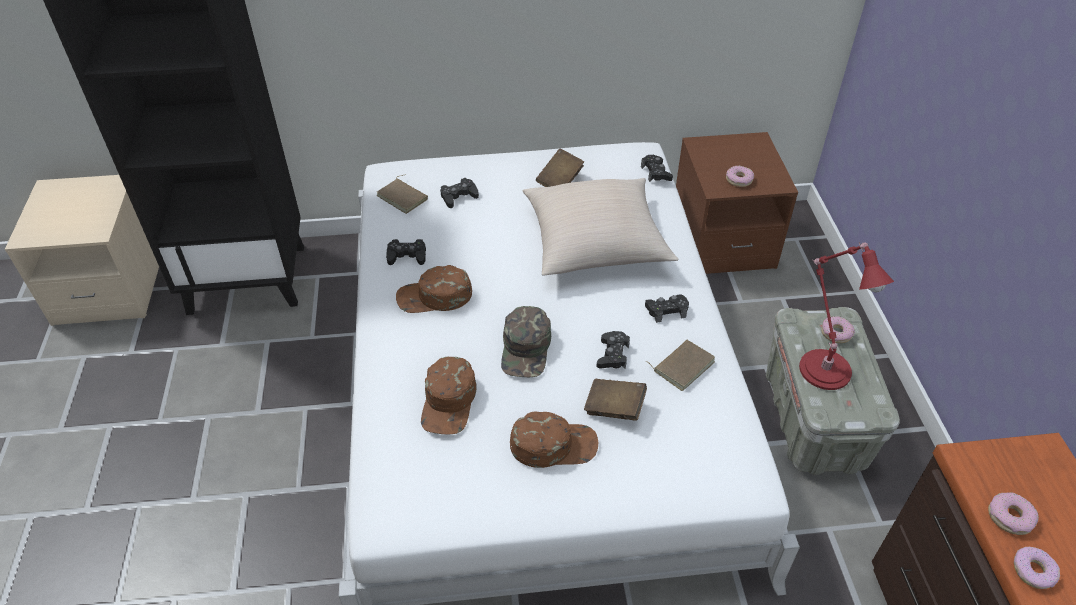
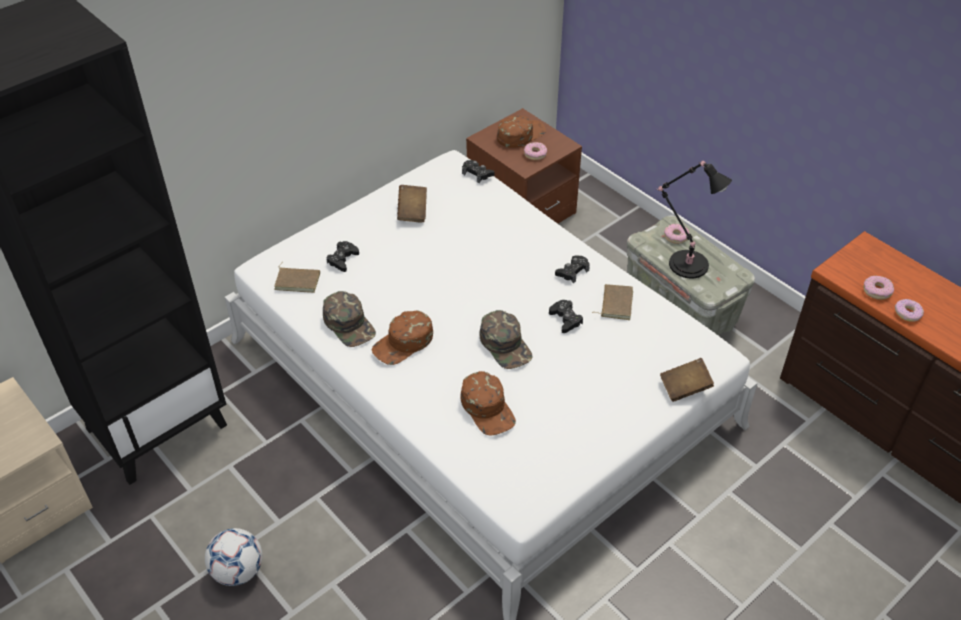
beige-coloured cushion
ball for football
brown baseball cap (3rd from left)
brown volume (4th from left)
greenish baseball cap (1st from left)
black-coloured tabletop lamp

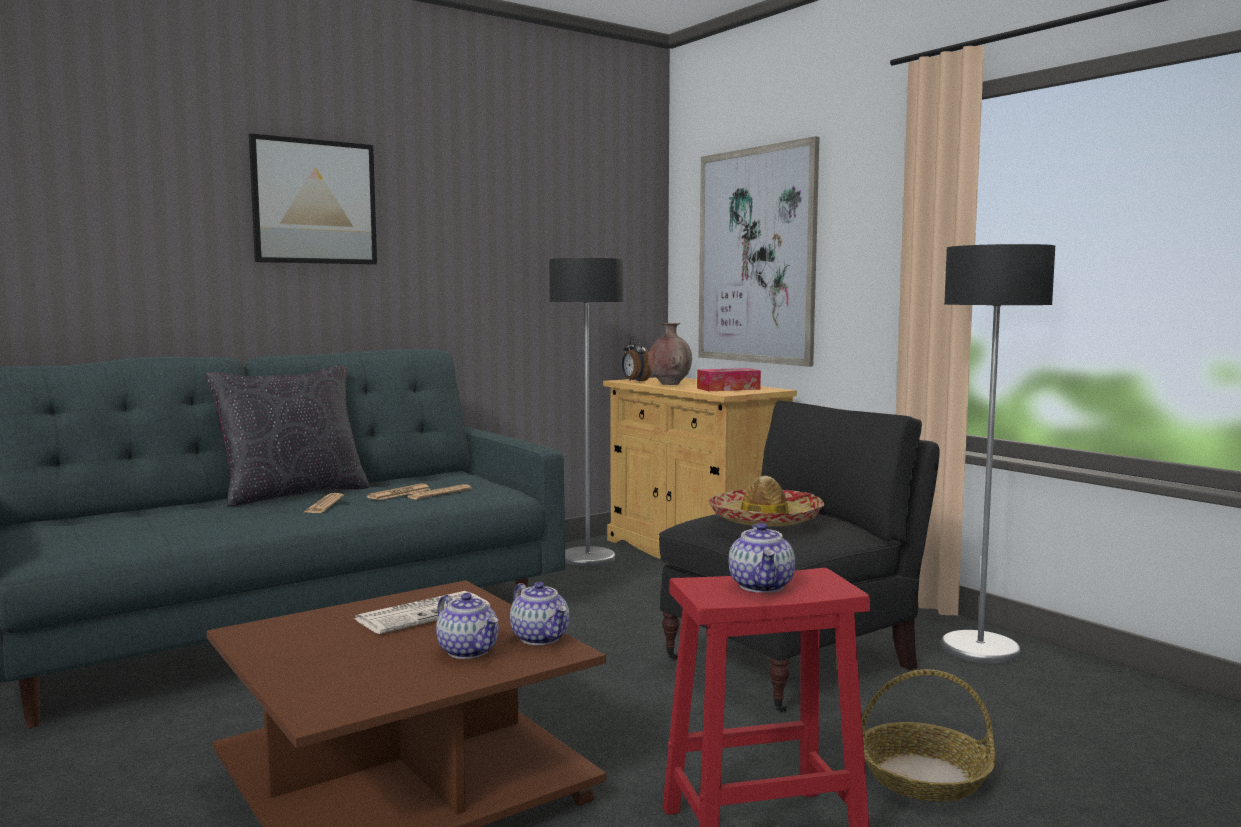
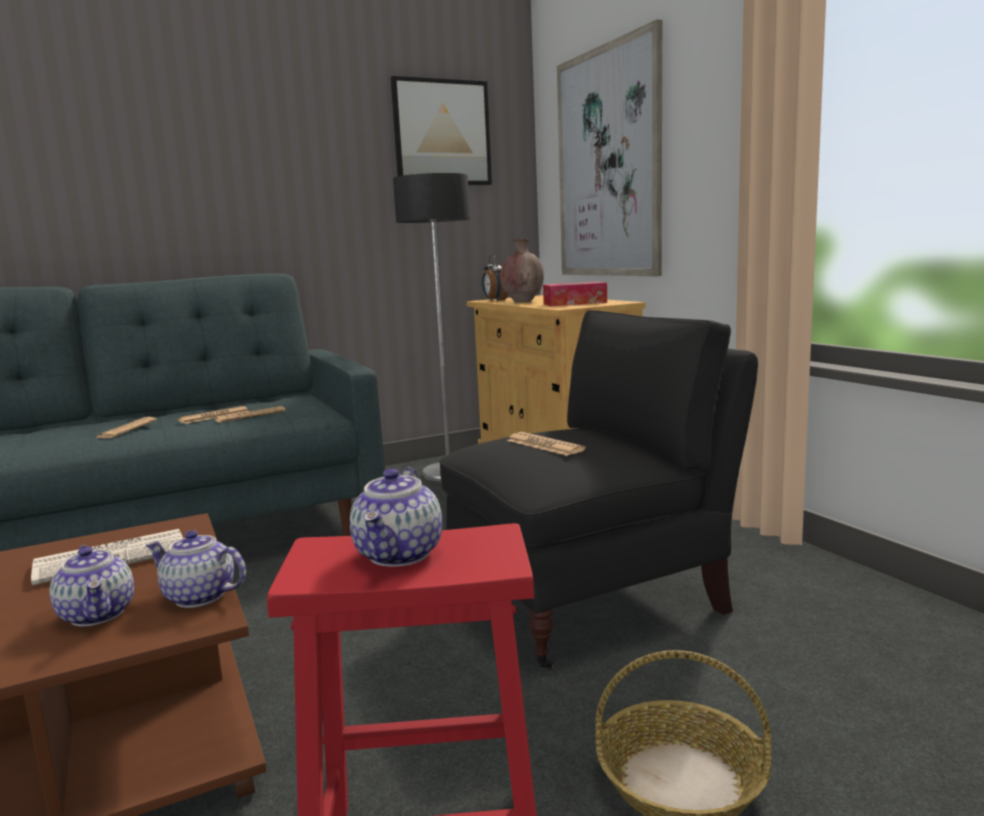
black-coloured cushion
standard lamp (2nd from left in the first image)
picture (1st from left)
printed paper (5th from left)
pot for tea (2nd from left)

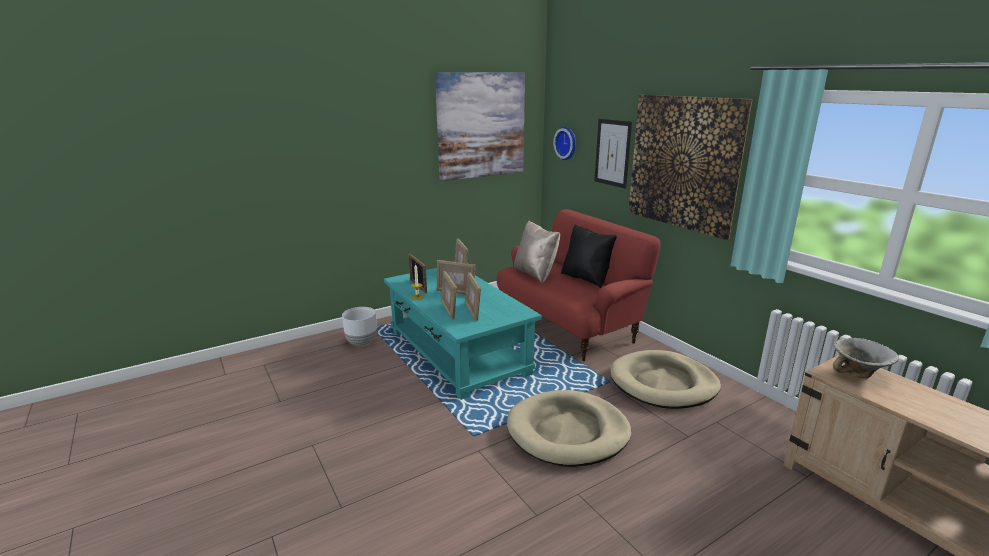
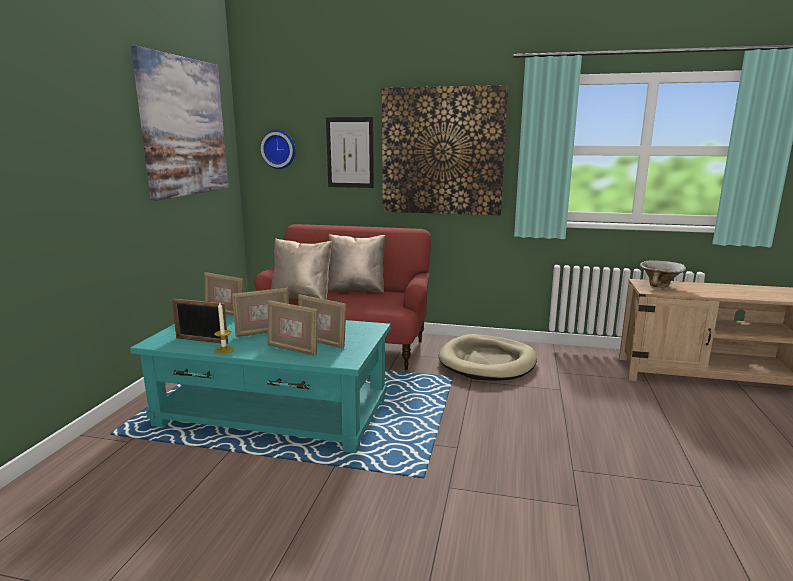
whitish flower pot
beige-coloured dog bed (1st from left in the first image)
beige-coloured cushion (2nd from left)

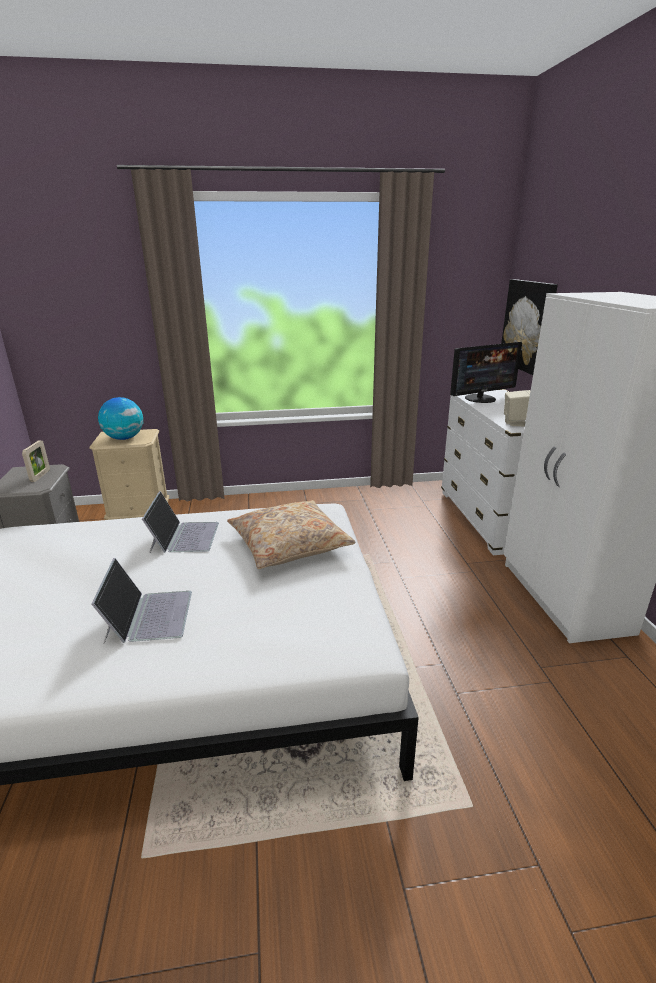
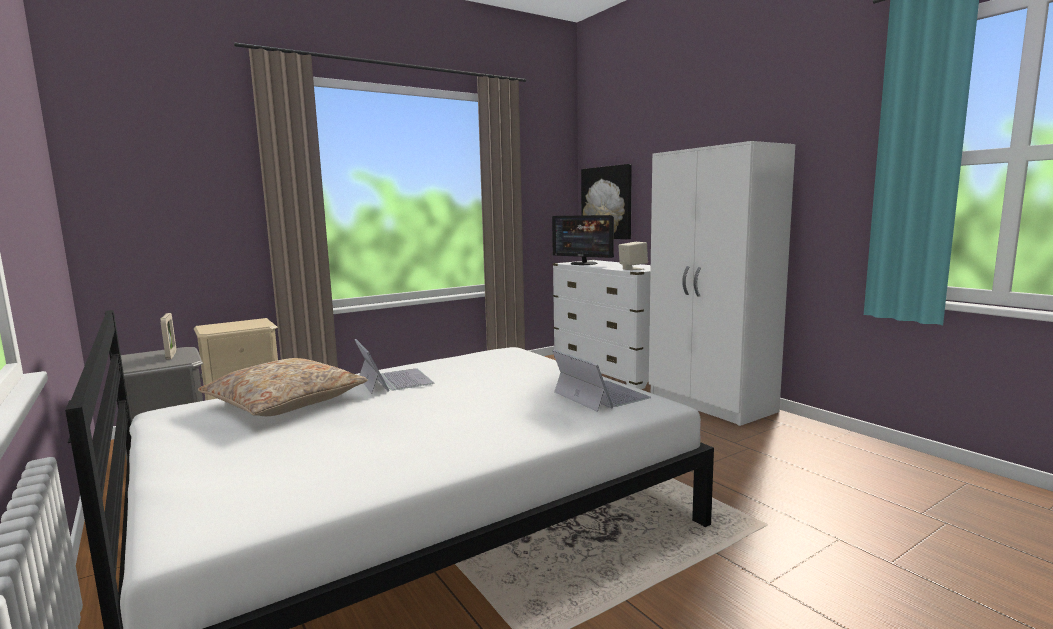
globe
portable computer (2nd from left)
beige-coloured cushion
computer screen

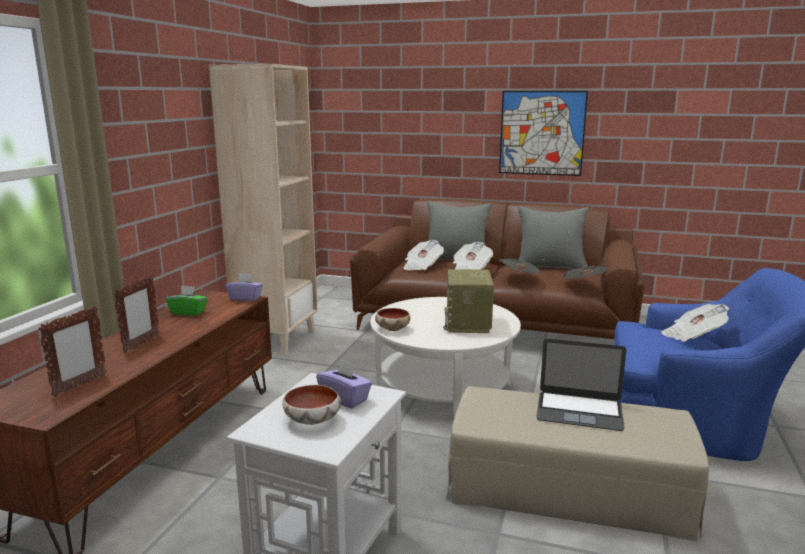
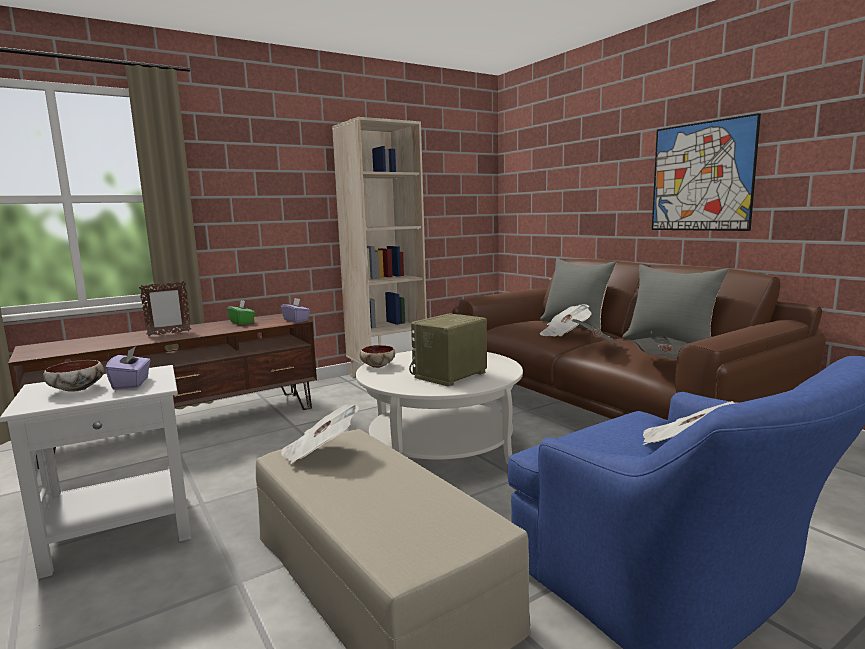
standing frame (1st from left in the first image)
portable computer
printed paper (1st from left)

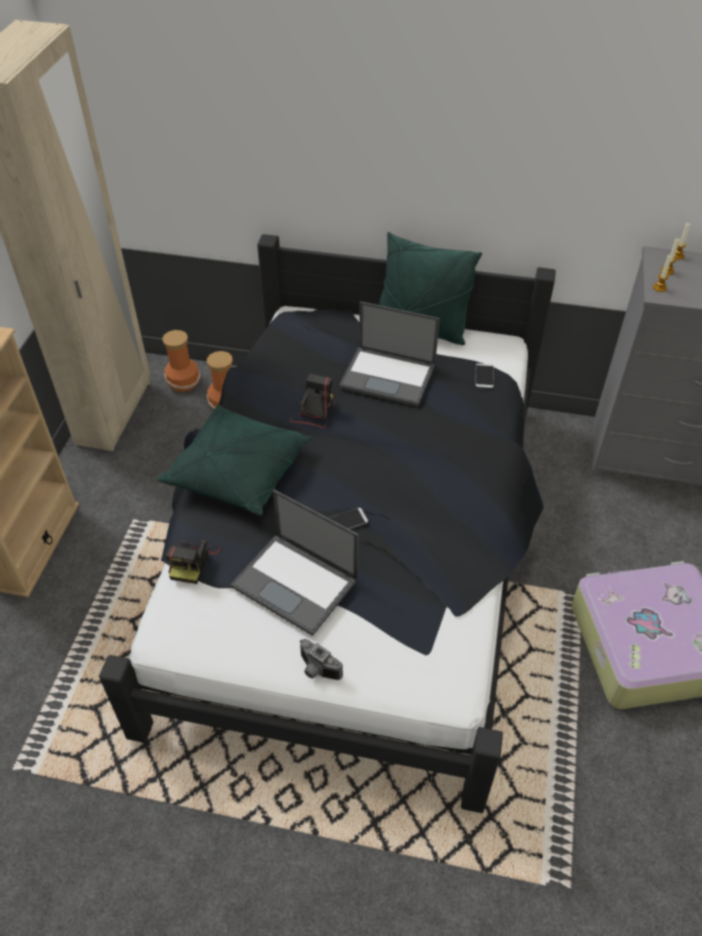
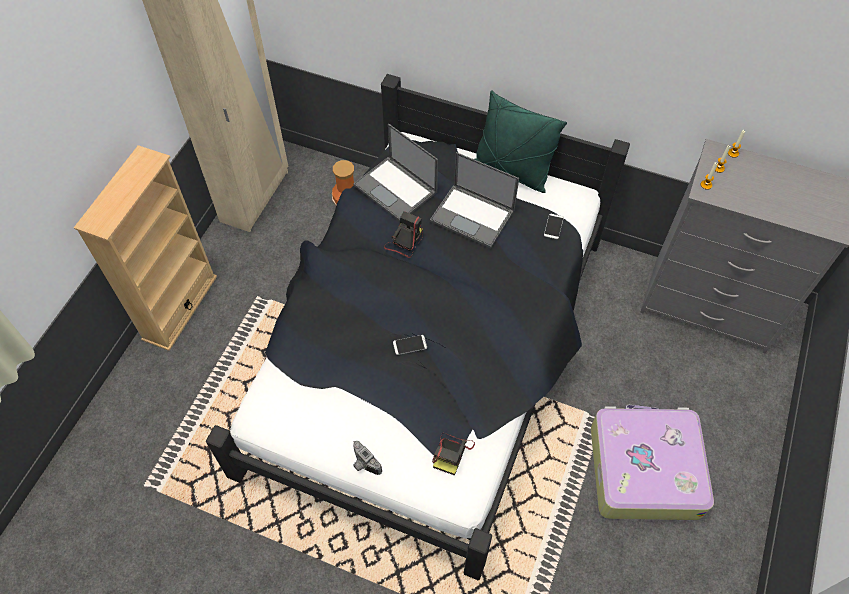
greenish cushion (1st from left in the first image)
flower vase (1st from left in the first image)
still camera (3rd from left)
portable computer (1st from left)

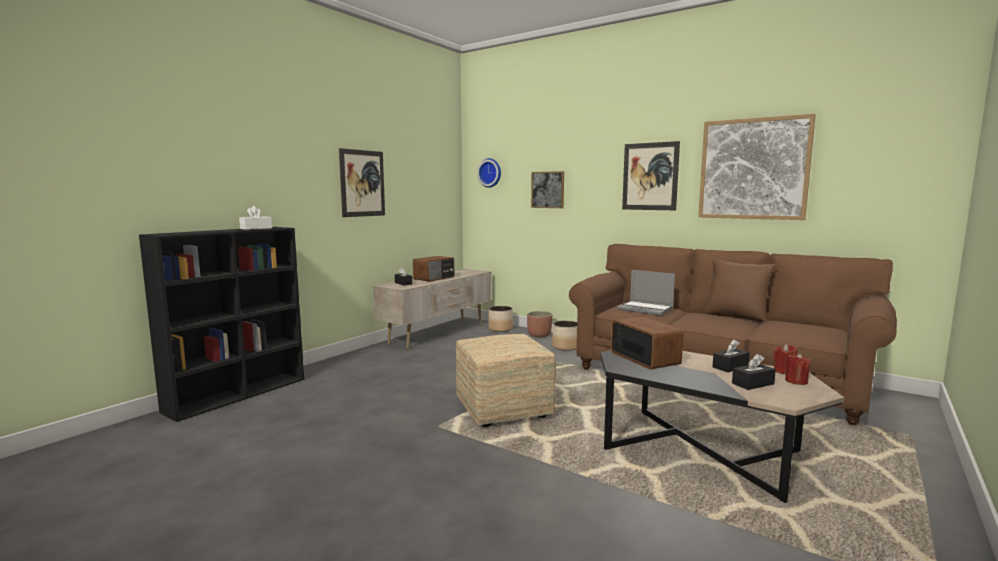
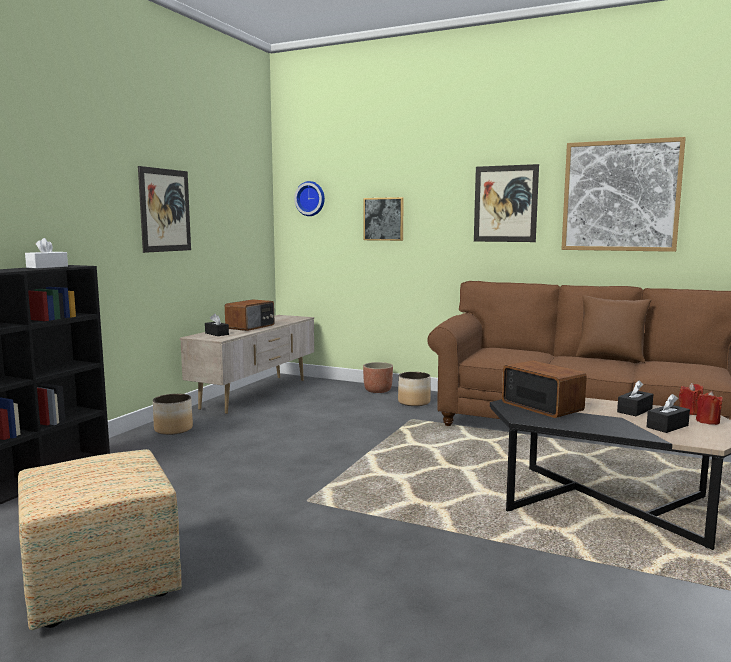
portable computer
footrest
flower pot (1st from left)

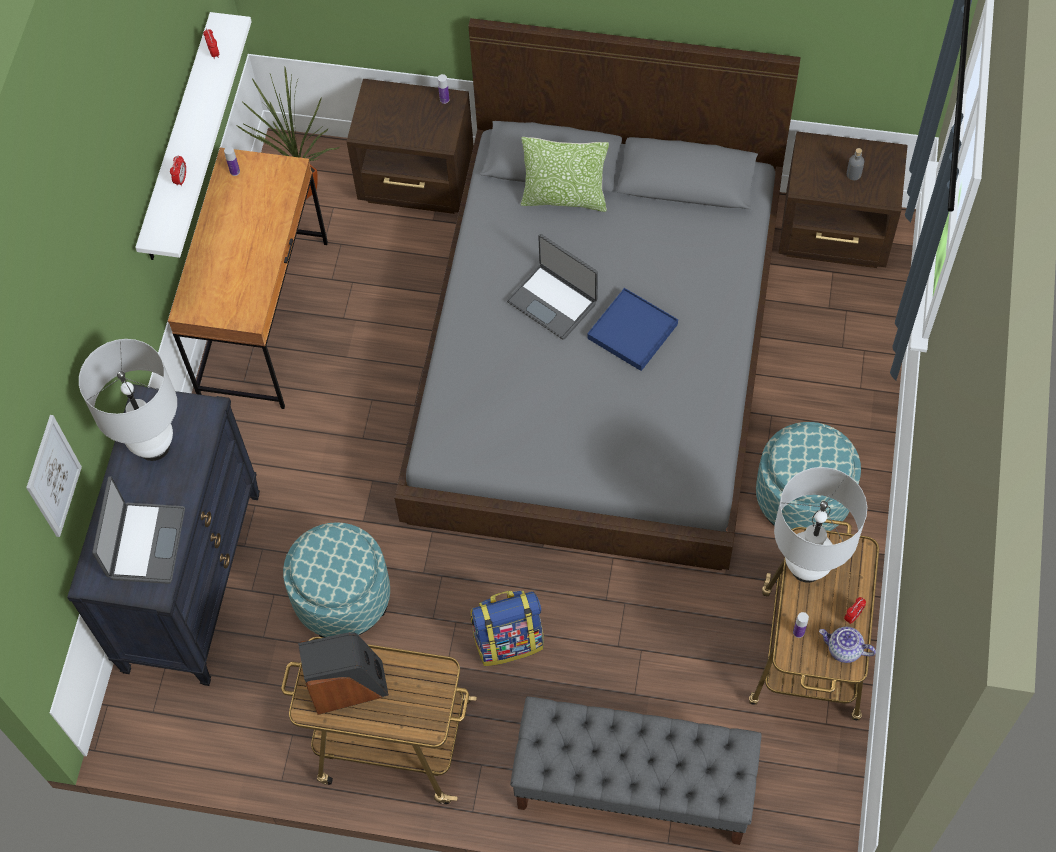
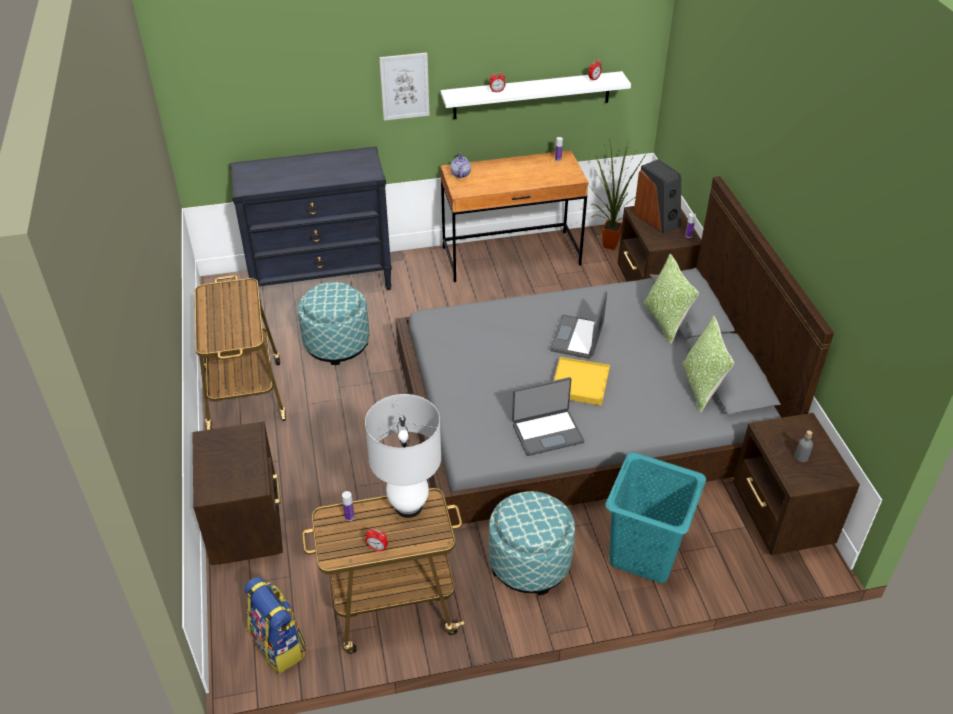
whitish tabletop lamp (1st from left in the first image)
turquoise washing basket
cushion (2nd from left)
picture
portable computer (1st from left)
speaker
rucksack
pot for tea
brown bedside table (1st from left)
yellow carrying tray

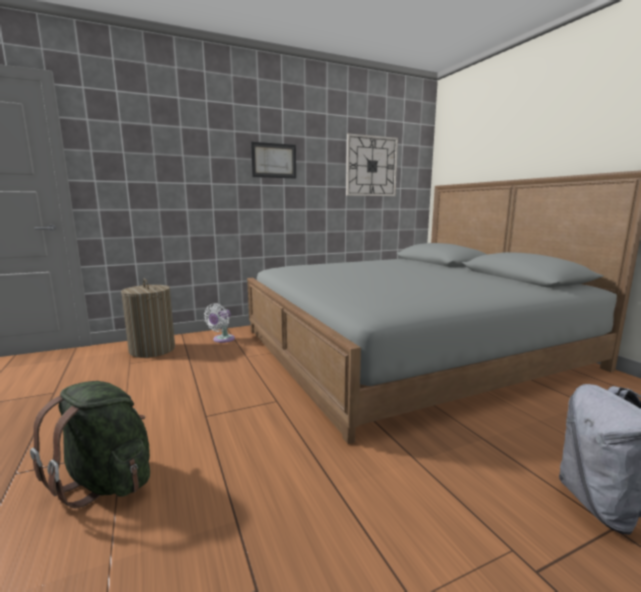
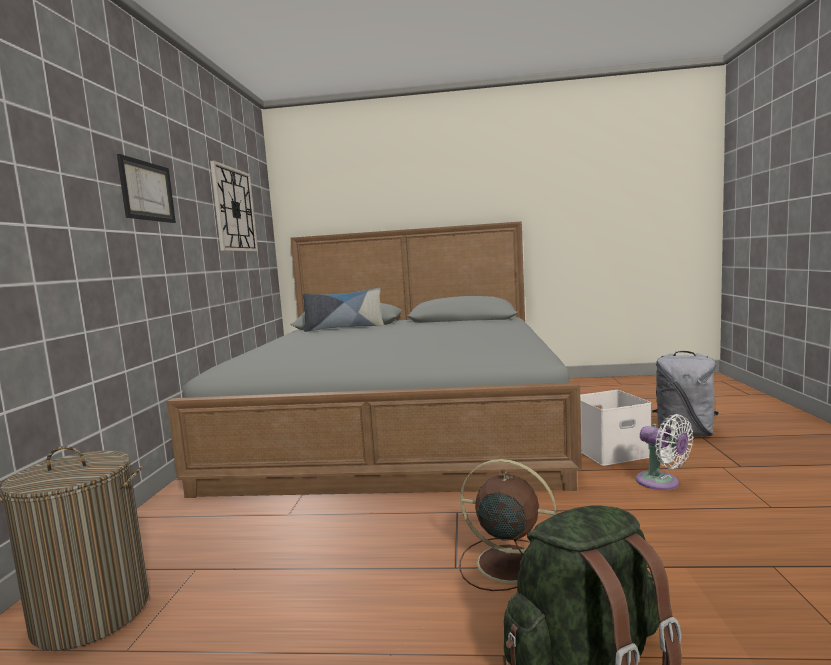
cushion
brown electric fan
whitish storage bin
whitish electric fan

